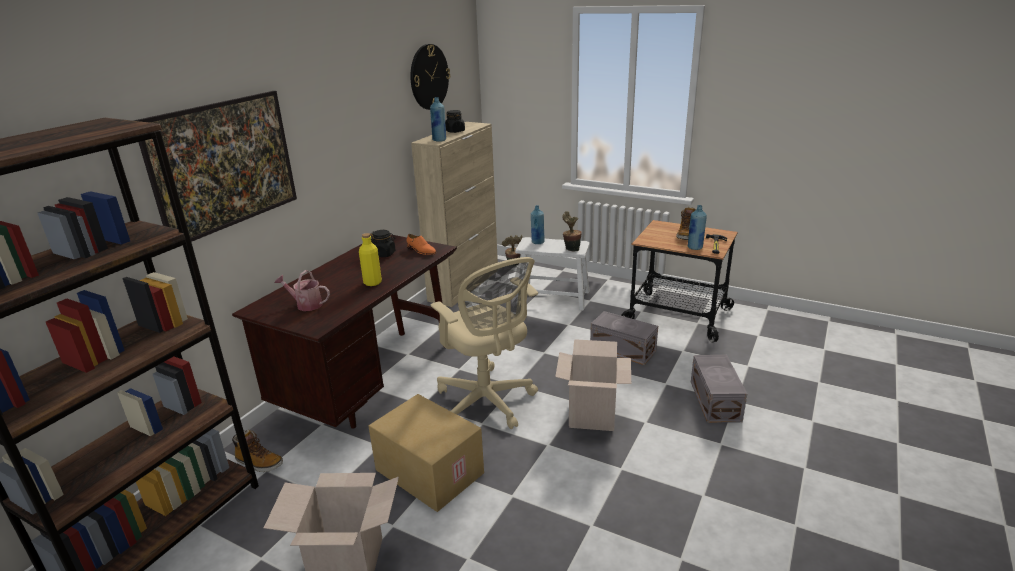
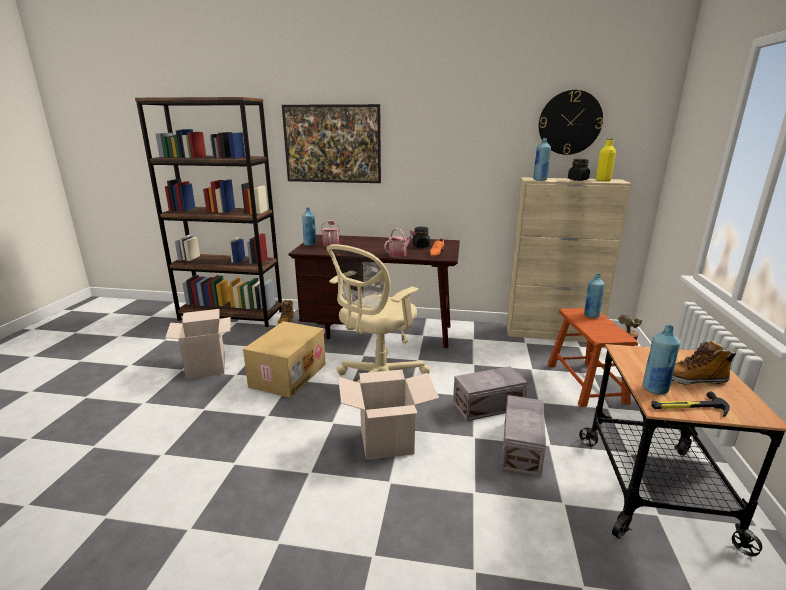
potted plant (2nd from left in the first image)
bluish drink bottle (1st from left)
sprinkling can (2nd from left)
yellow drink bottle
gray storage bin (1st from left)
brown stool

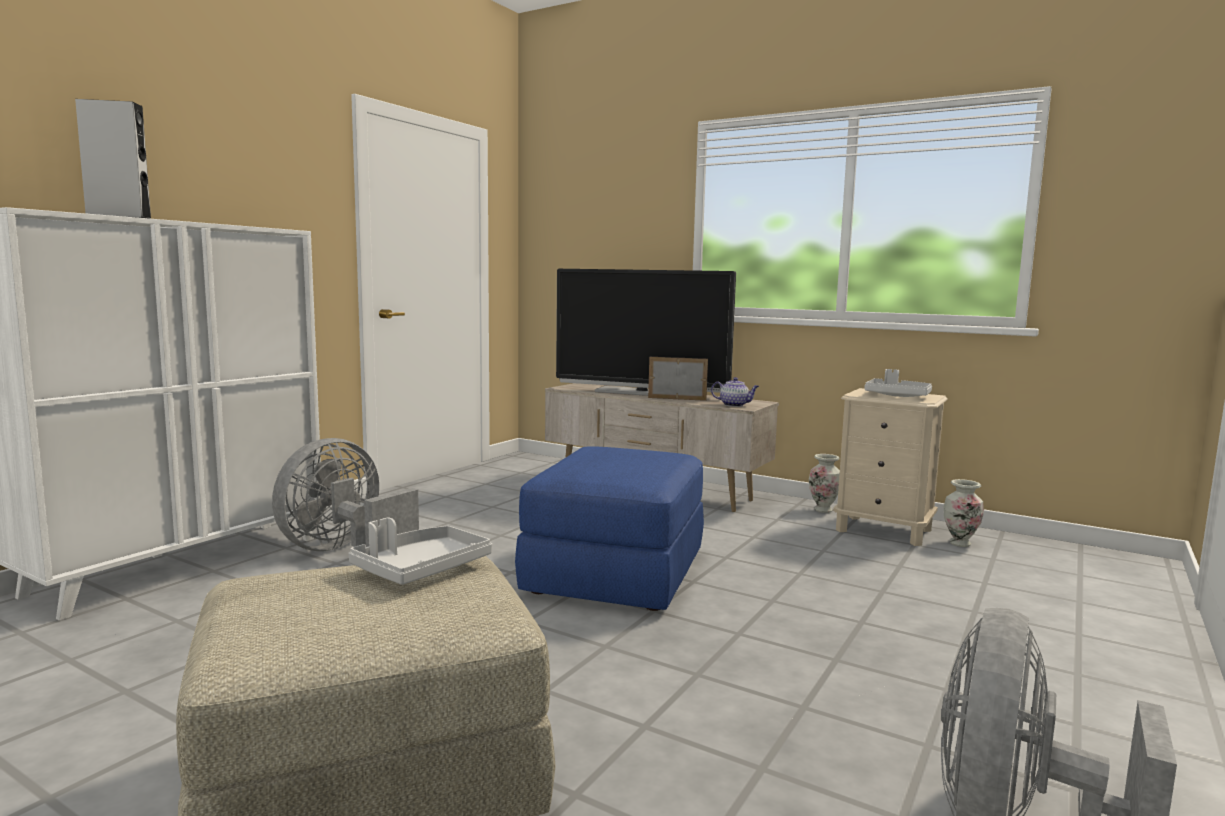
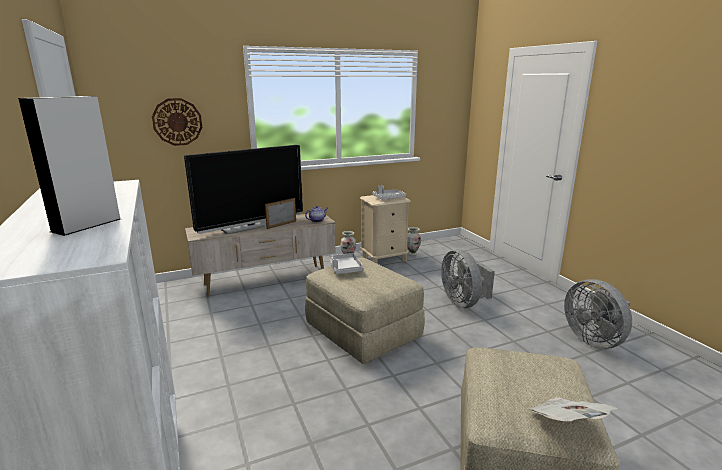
clock on the wall
printed paper
gray electric fan (1st from left)
gray carrying tray (1st from left)
beige-coloured footrest (1st from left)

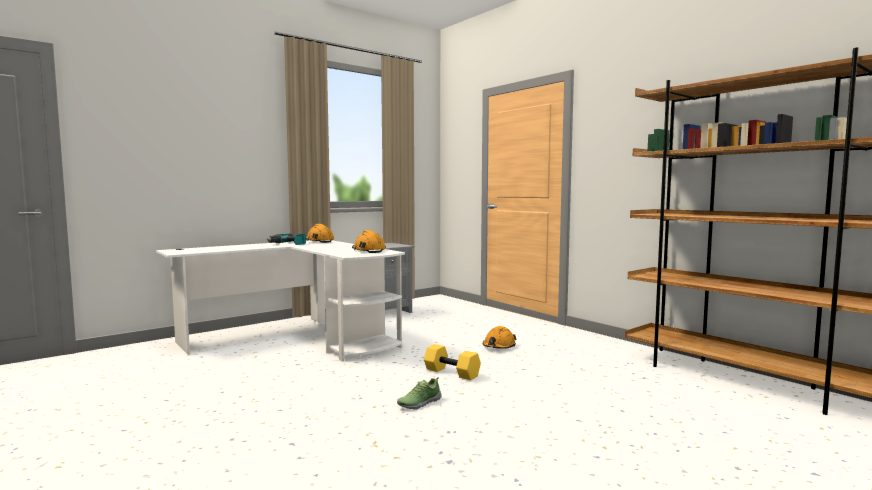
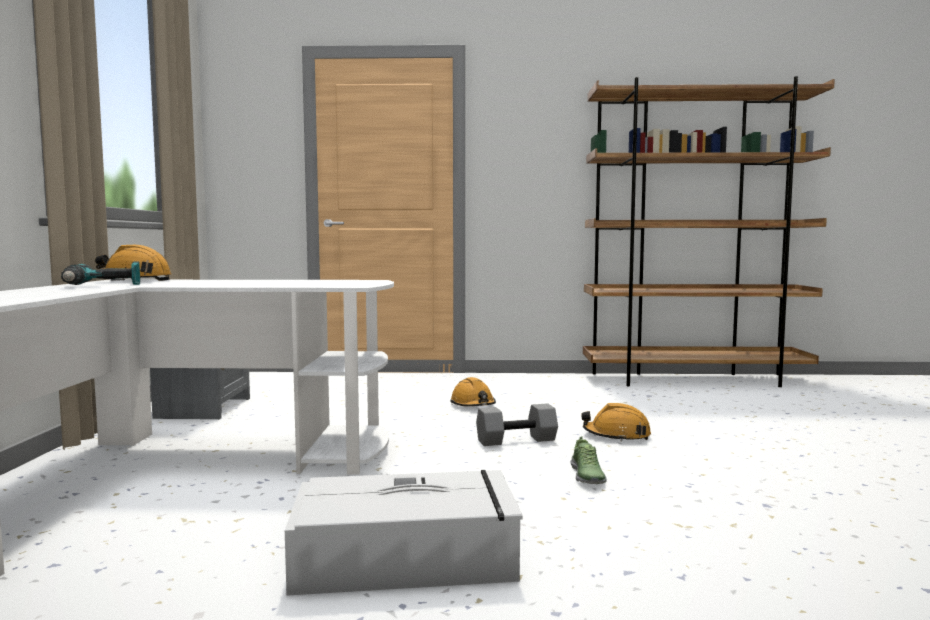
gray storage bin
orange work helmet (3rd from left)
gray free weight

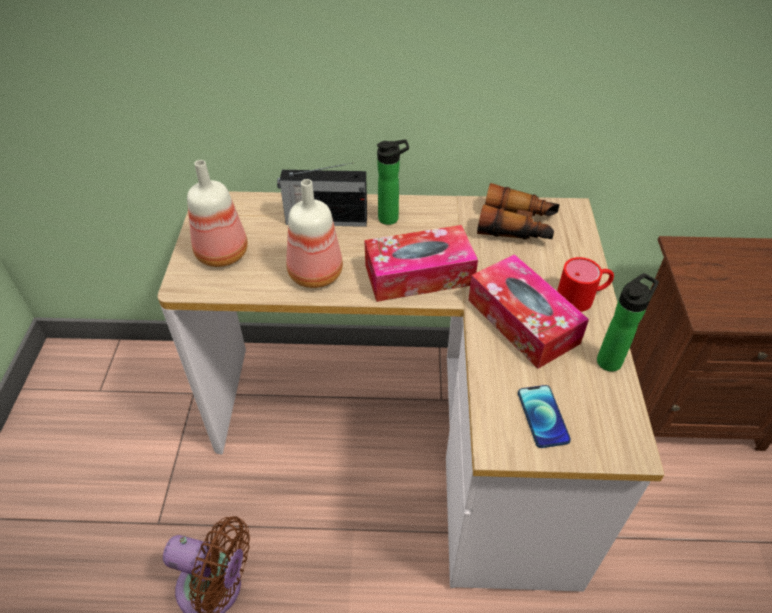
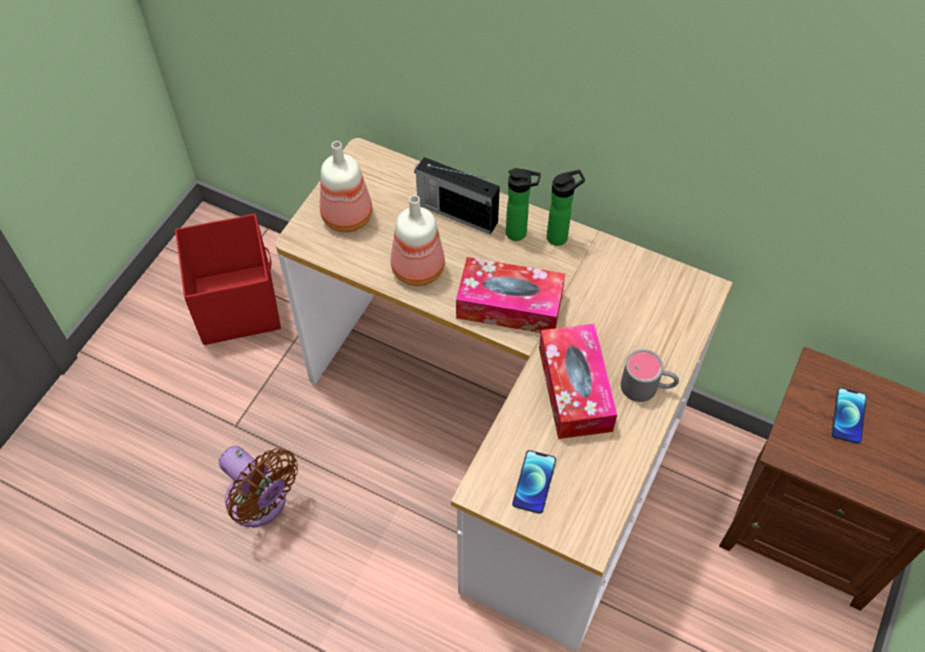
pair of binoculars
red storage bin
phone (2nd from left)
drink bottle (4th from left)
gray tea mug

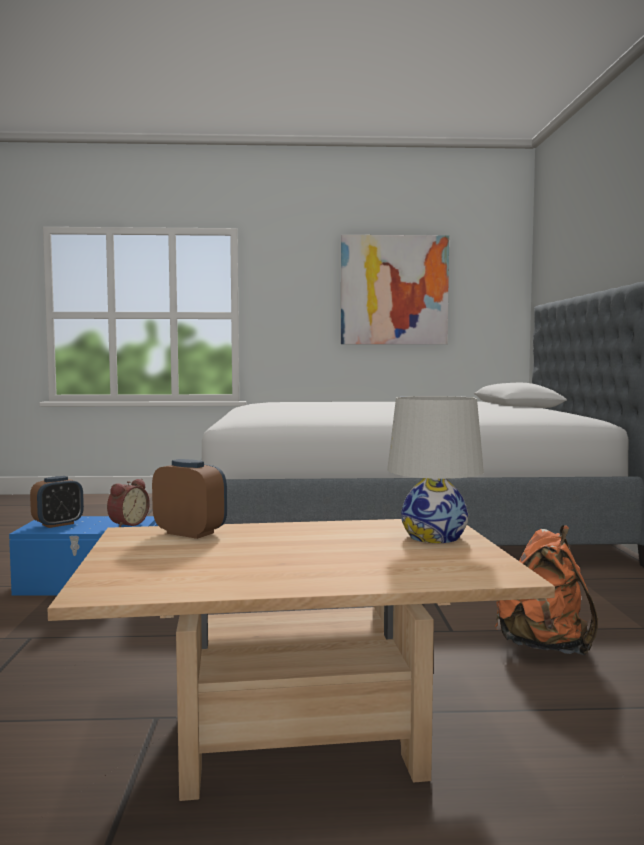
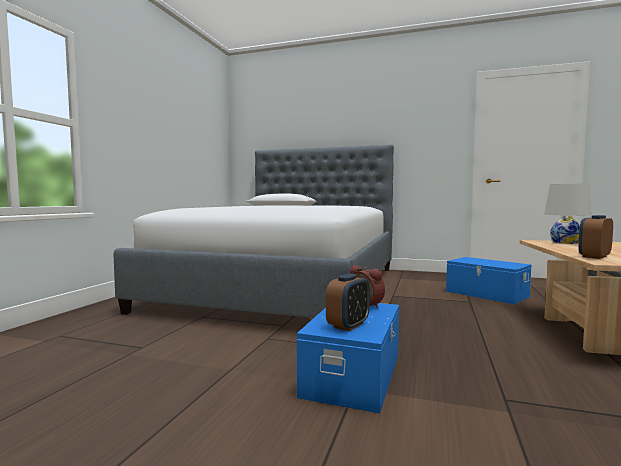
picture
bluish storage bin (2nd from left)
bedside clock (1st from left)

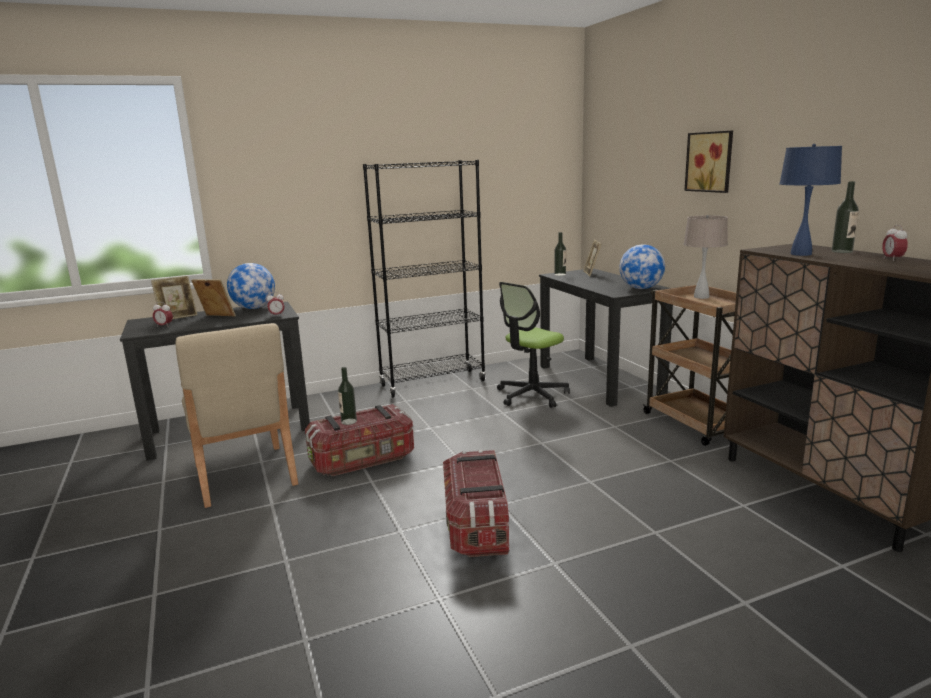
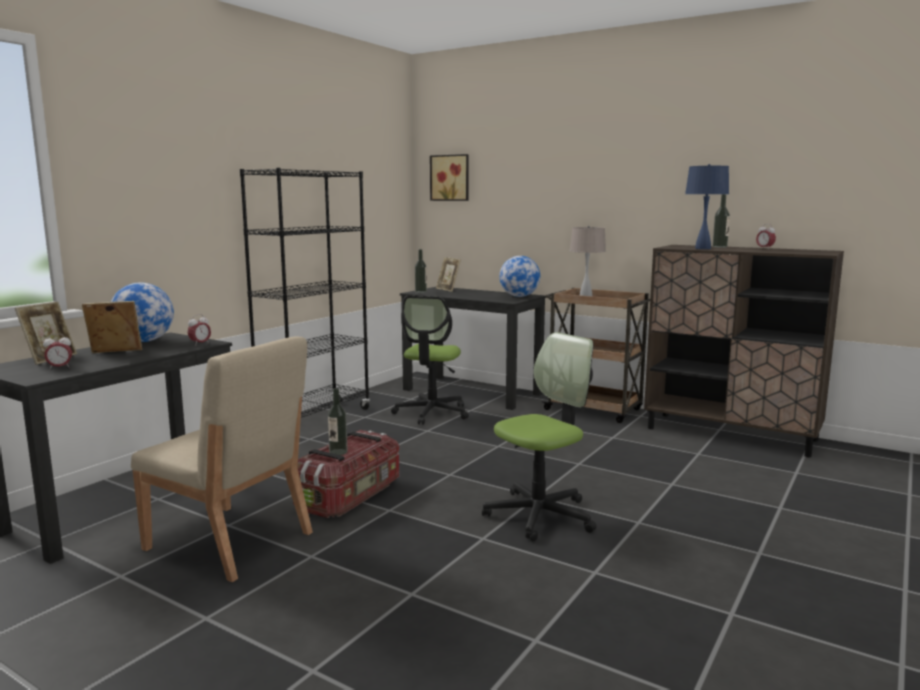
picture
office chair (2nd from left)

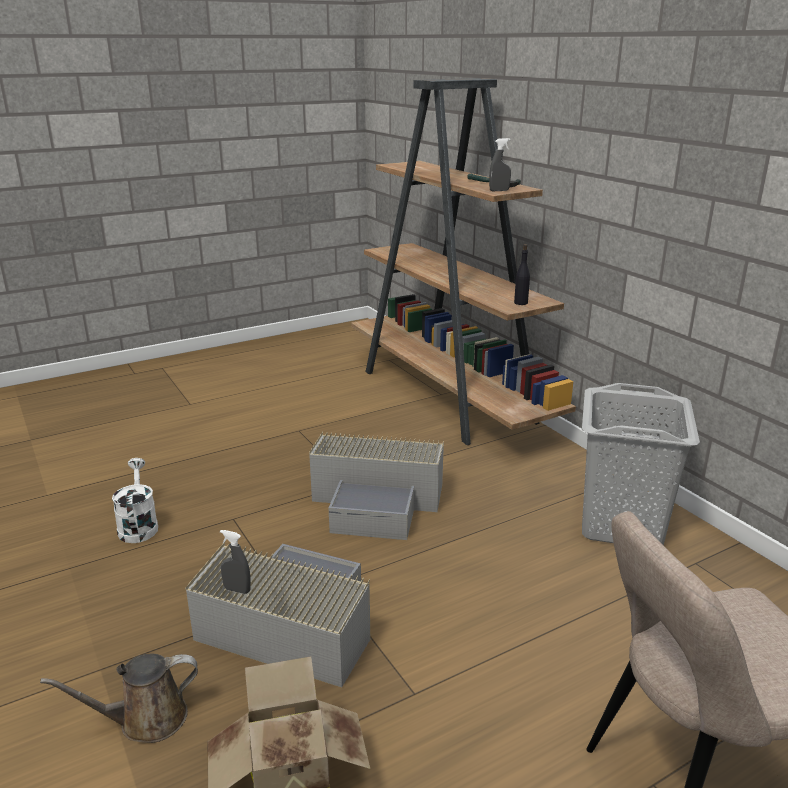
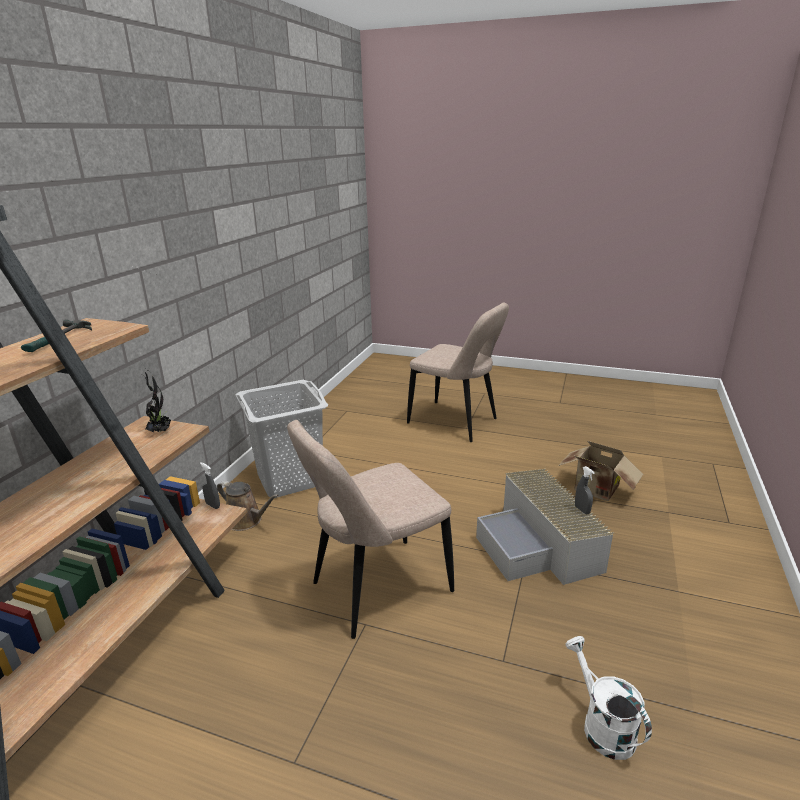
brown sprinkling can
gray spray bottle (1st from left)
beige-coloured chair (1st from left)
potted plant
whitish sprinkling can

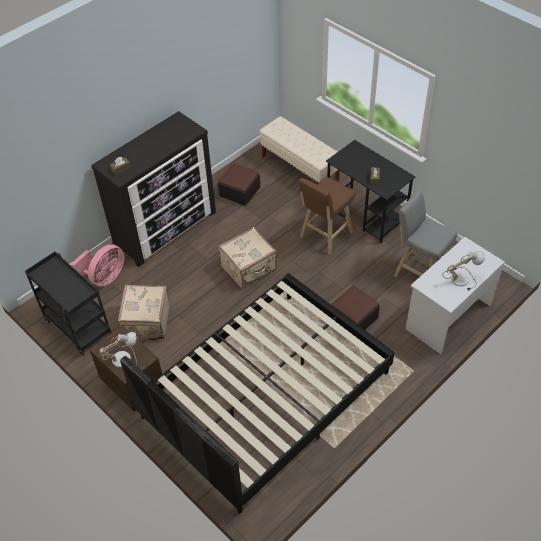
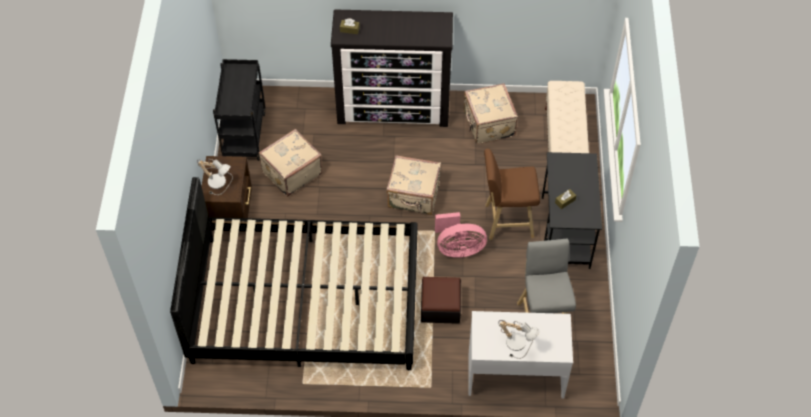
pink electric fan
beige-coloured suitcase (3rd from left)

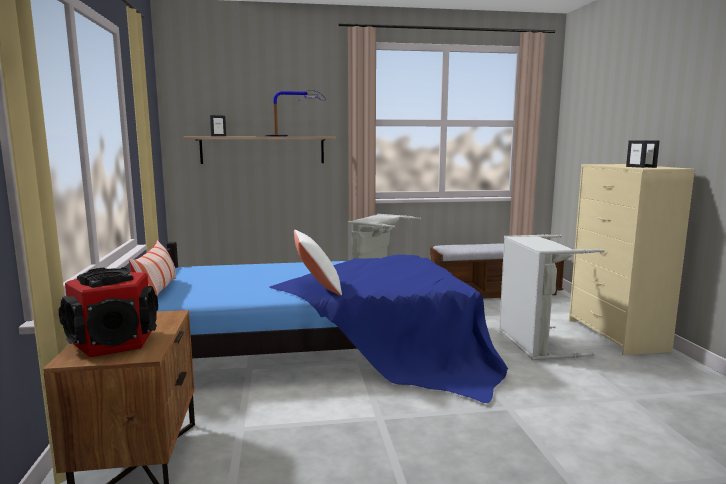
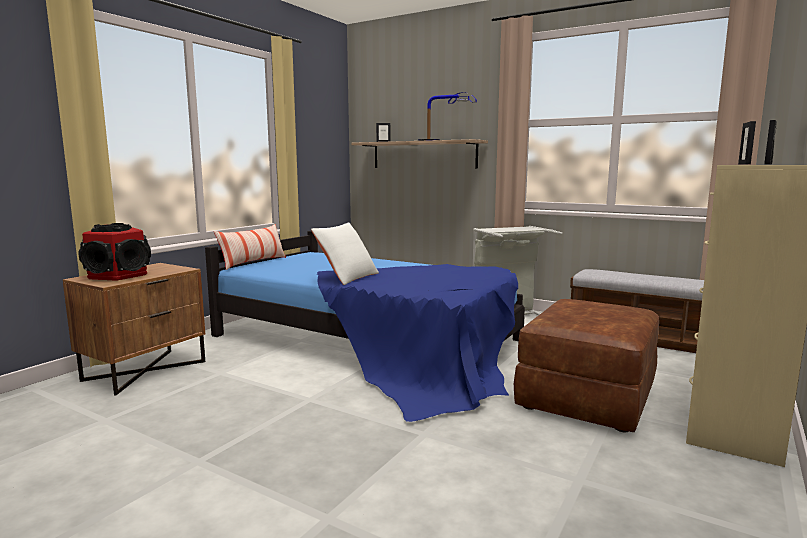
brown footrest

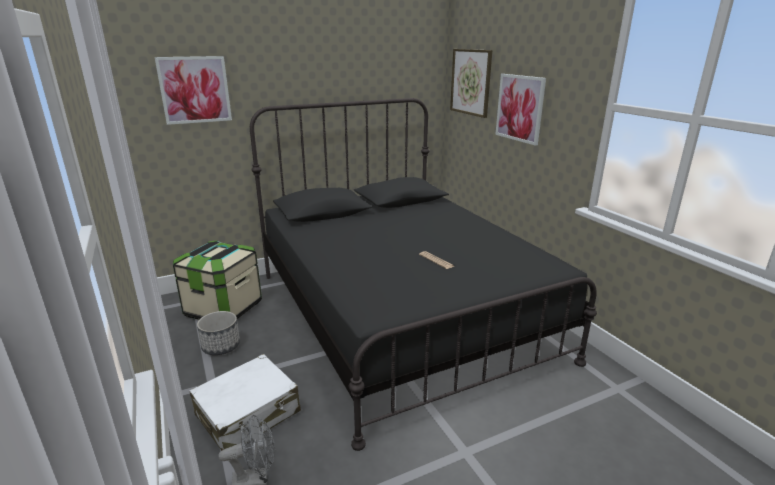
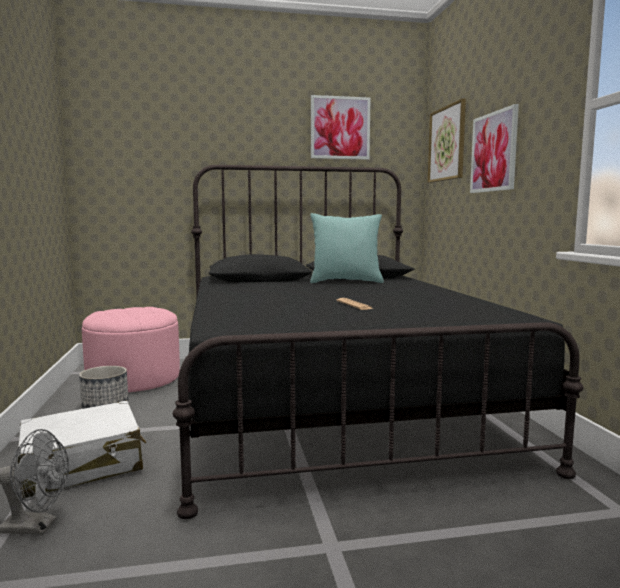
turquoise cushion
picture (1st from left)
pink footrest

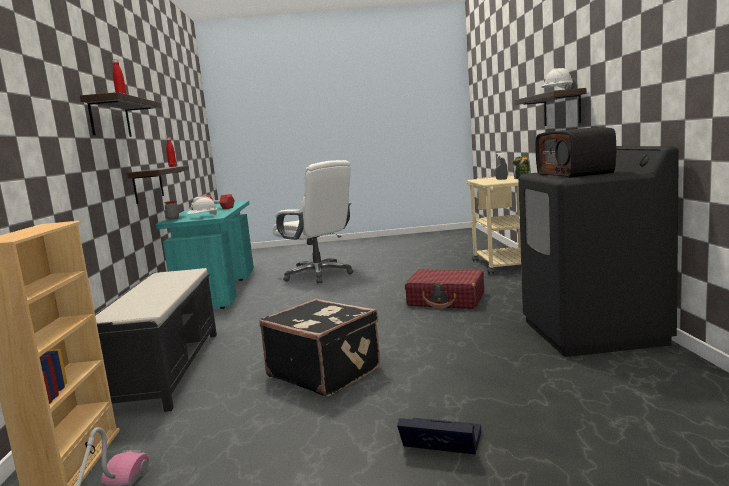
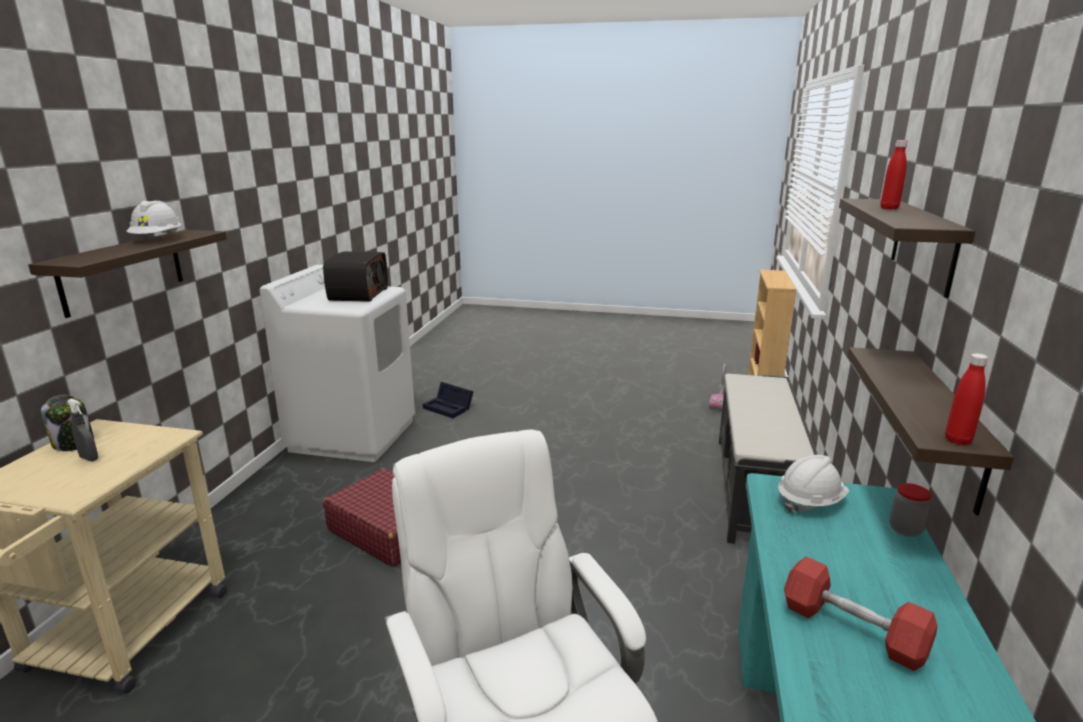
black-coloured suitcase
black-coloured storage bin
whitish laundry machine

